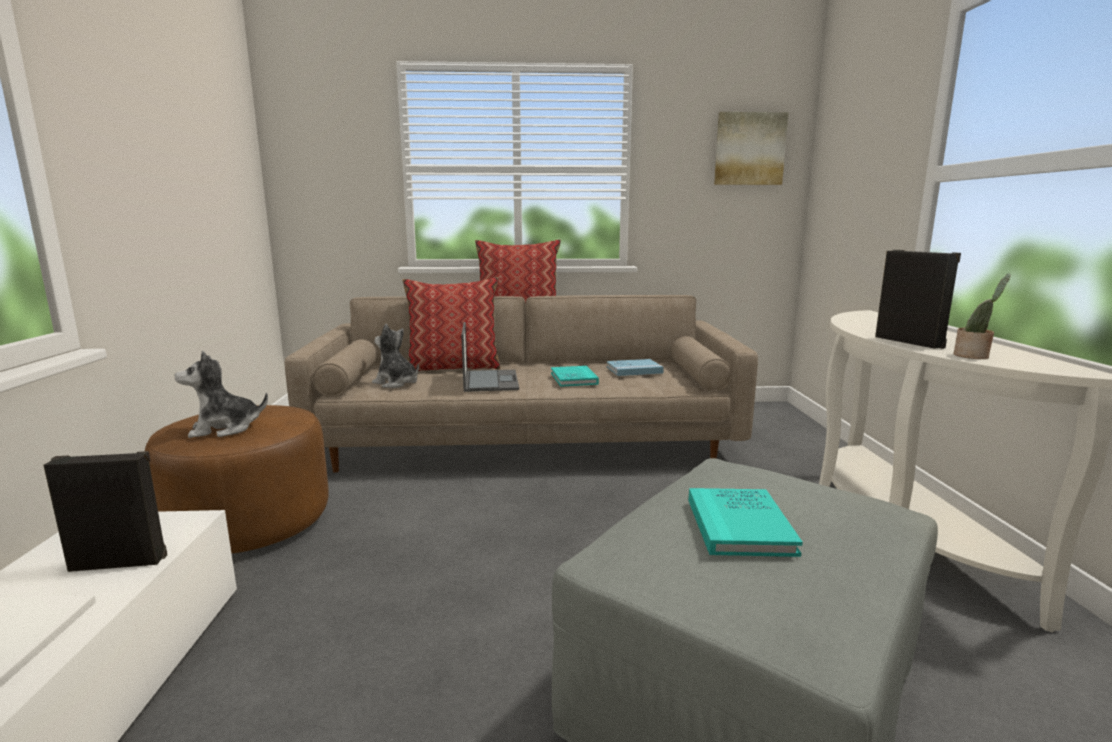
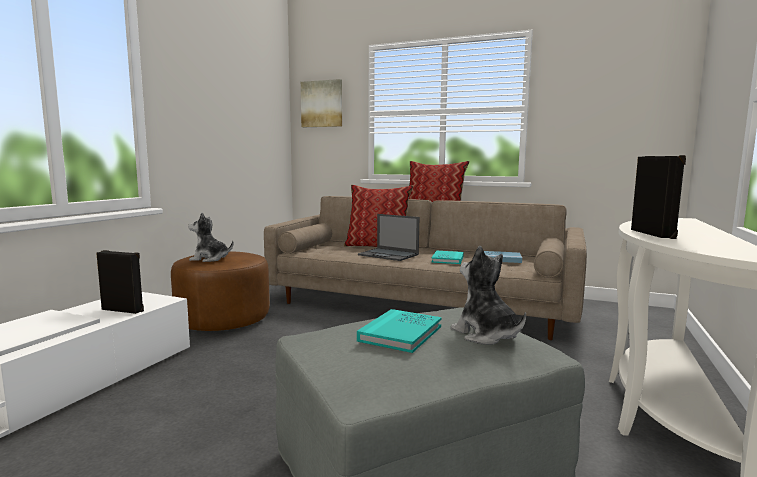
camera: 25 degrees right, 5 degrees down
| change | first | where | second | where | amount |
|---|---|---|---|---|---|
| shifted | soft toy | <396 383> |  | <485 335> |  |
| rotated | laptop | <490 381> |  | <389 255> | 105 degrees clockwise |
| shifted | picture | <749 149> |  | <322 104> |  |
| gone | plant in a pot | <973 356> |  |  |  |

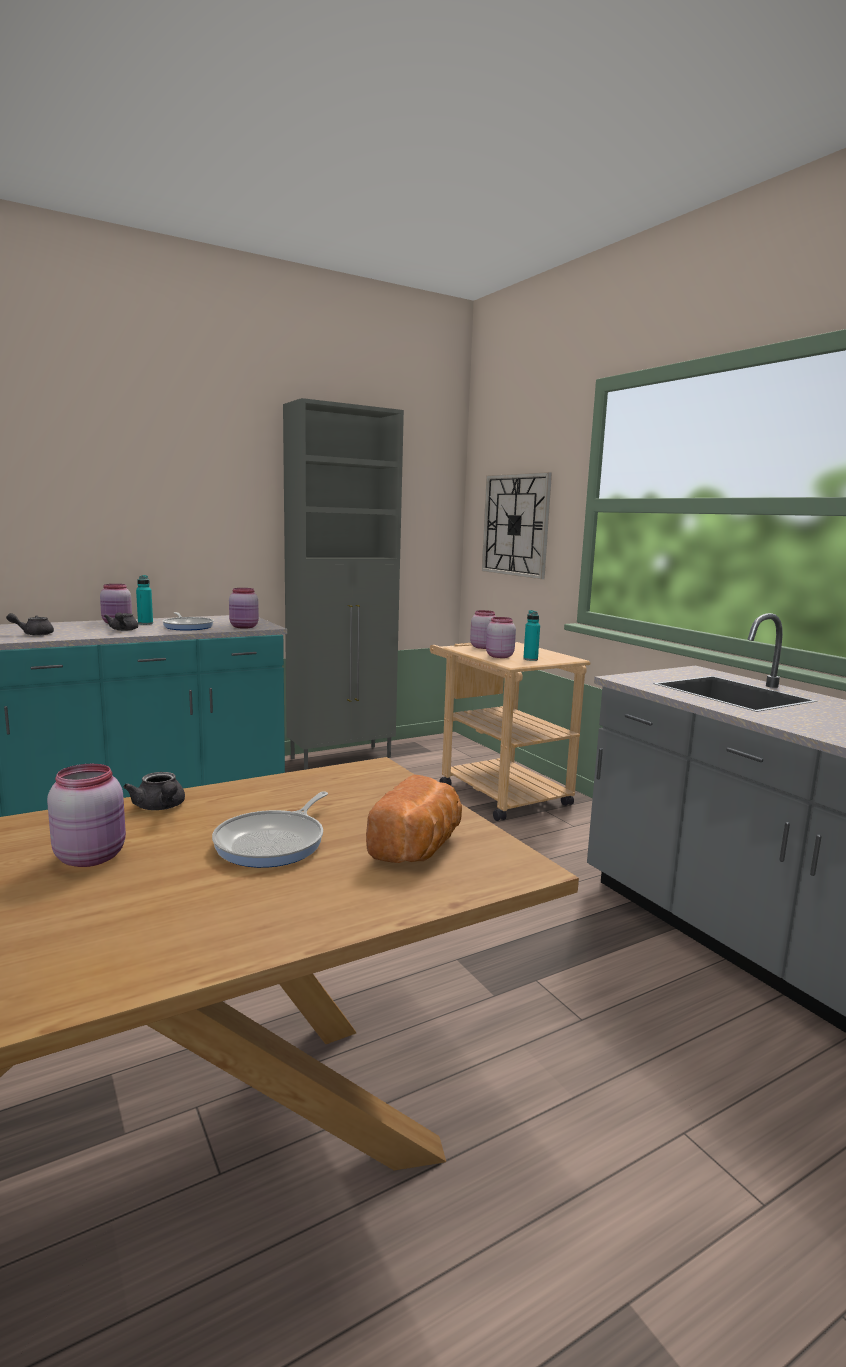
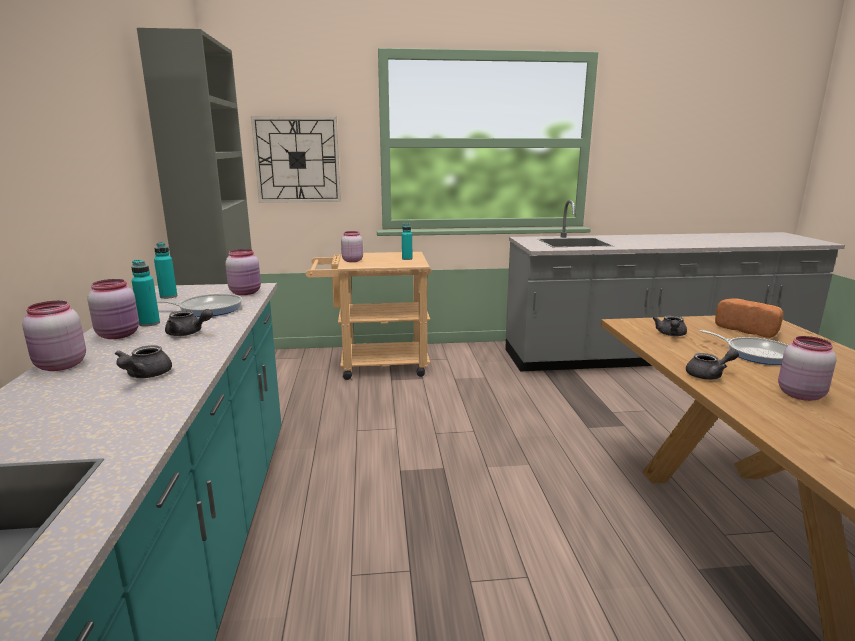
camera: 65 degrees left, 5 degrees up
| change | first | where | second | where | amount |
|---|---|---|---|---|---|
| shifted | preserve jar (pink) | <498 656> |  | <59 366> |  |
| new |  |  | drink bottle (turquoise-coloured) | <168 296> |  |
| new |  |  | teapot (gray) | <670 334> |  |

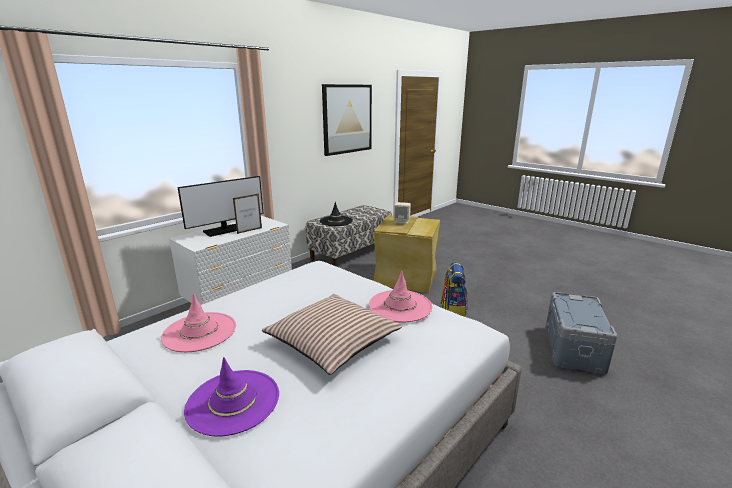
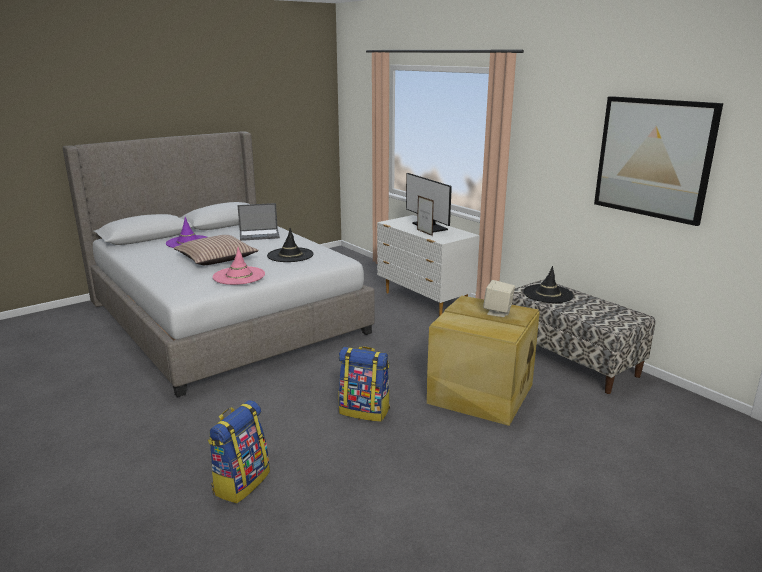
camera: 100 degrees right, 0 degrees up
| change | first | where | second | where | amount |
|---|---|---|---|---|---|
| swapped | clothing hat (pink) | <199 332> | laptop | <260 235> |  |
| swapped | storage bin (gray) | <572 348> | backpack | <241 482> |  |
| new |  |  | clothing hat (black-coloured) | <290 255> |  |

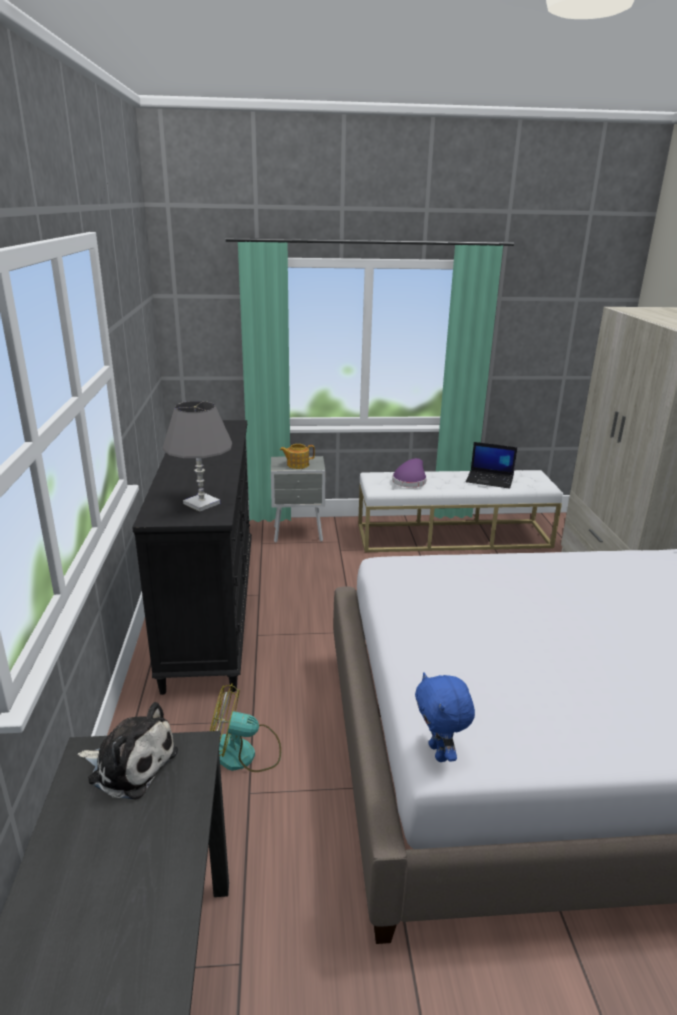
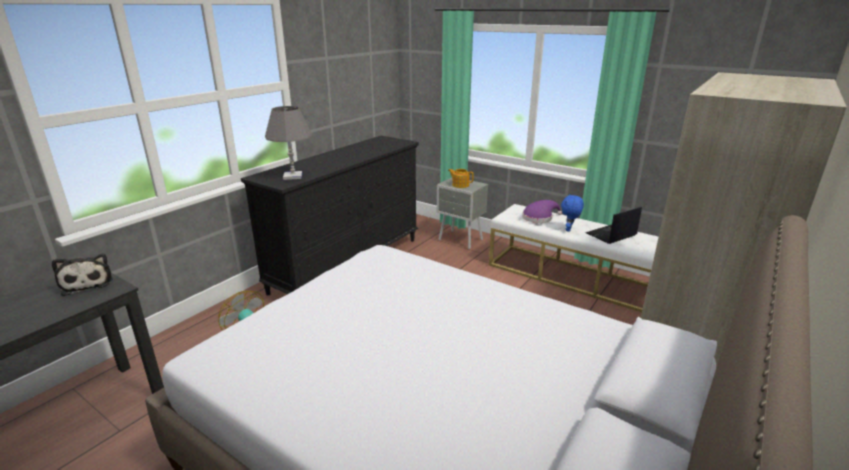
camera: 40 degrees right, 0 degrees up
| change | first | where | second | where | amount |
|---|---|---|---|---|---|
| shifted | soft toy (blue-coloured) | <439 753> |  | <569 230> |  |
| rotated | laptop | <490 479> |  | <611 235> | 90 degrees clockwise |

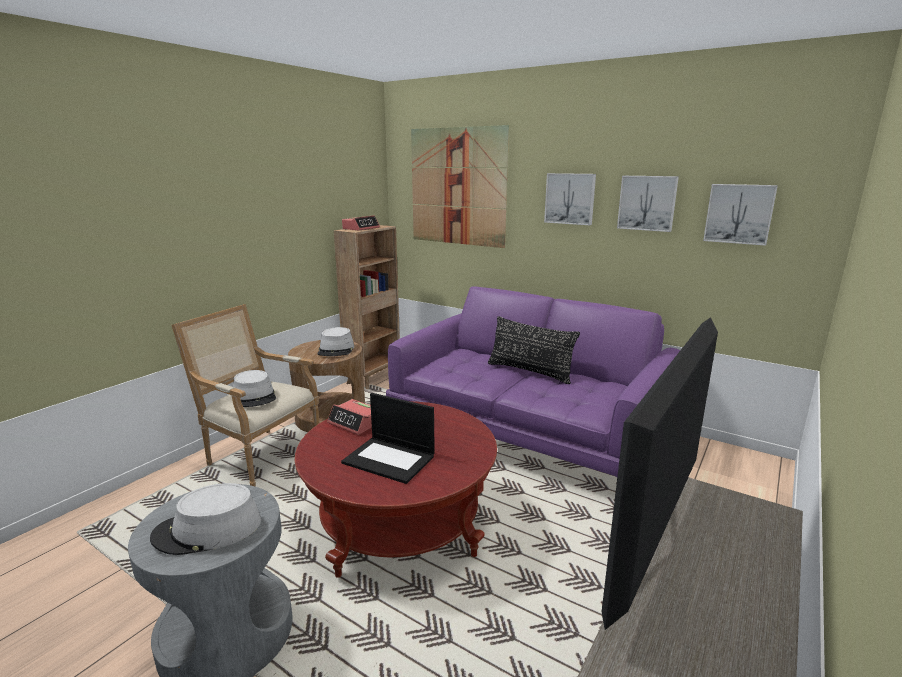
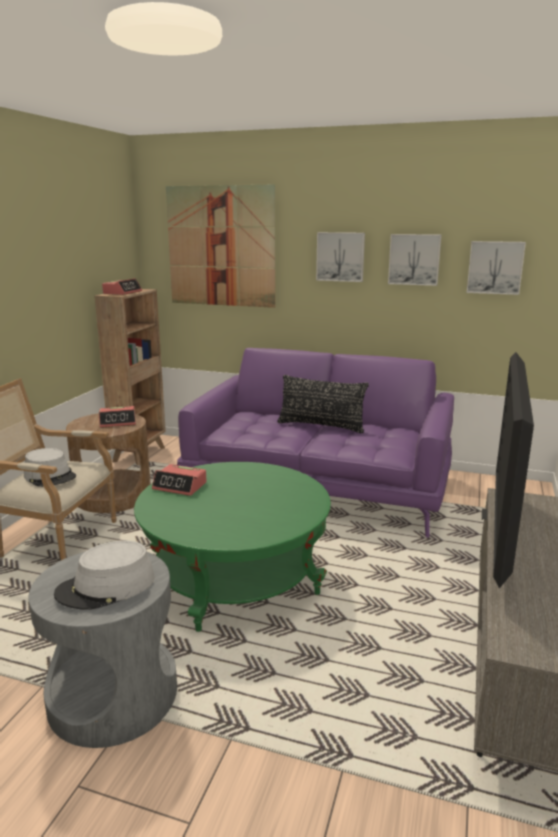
camera: 15 degrees left, 0 degrees up
| change | first | where | second | where | amount |
|---|---|---|---|---|---|
| repainted | low table (red) | <400 522> | low table (green) | <235 578> |  |
| swapped | clothing hat (gray) | <336 349> | table clock | <118 422> |  |
| gone | laptop | <390 459> |  |  |  |

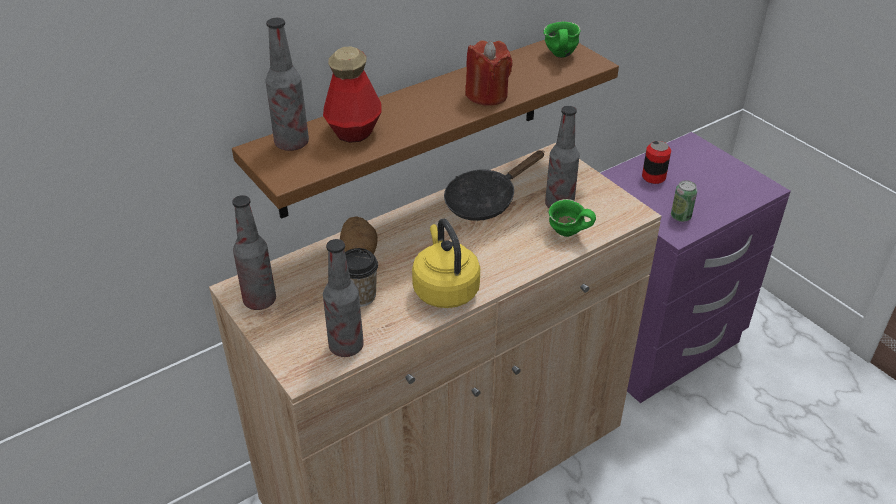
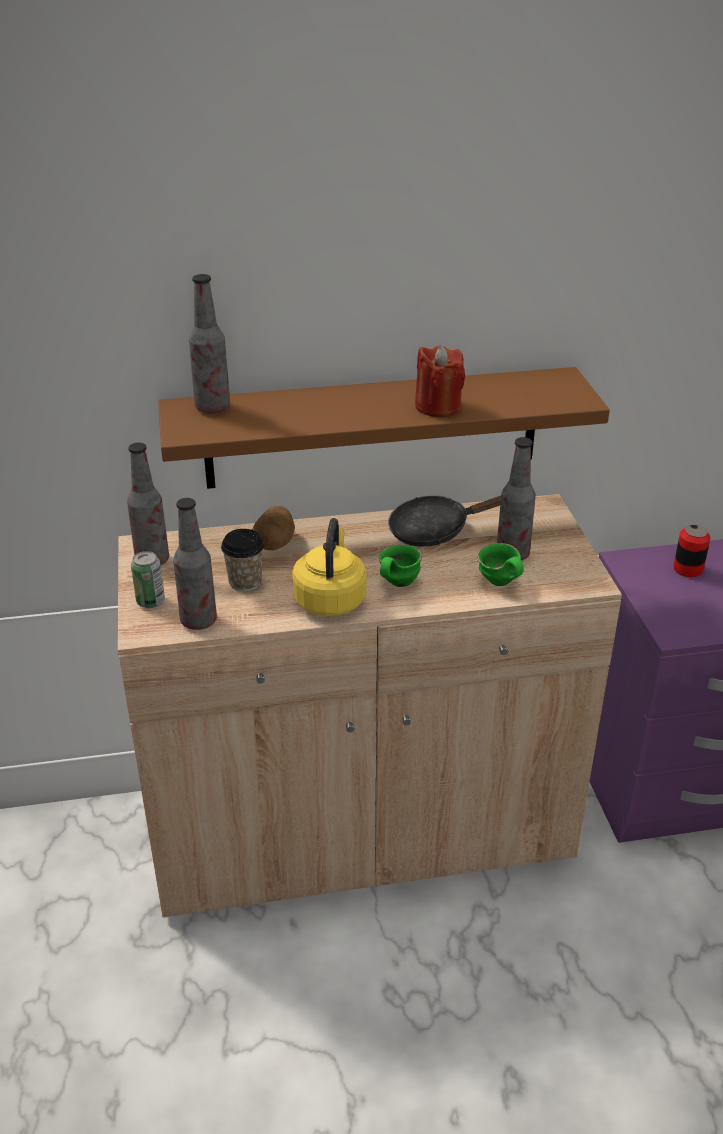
camera: 25 degrees right, 5 degrees down
| change | first | where | second | where | amount |
|---|---|---|---|---|---|
| gone | drink bottle | <354 131> |  |  |  |
| shifted | coffee mug (green) | <558 56> |  | <395 584> |  |
| shifted | can | <680 217> |  | <150 601> |  |

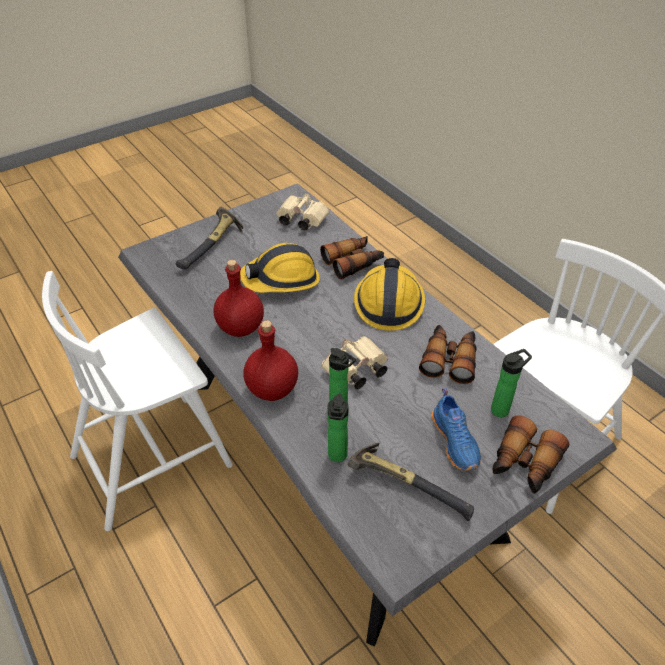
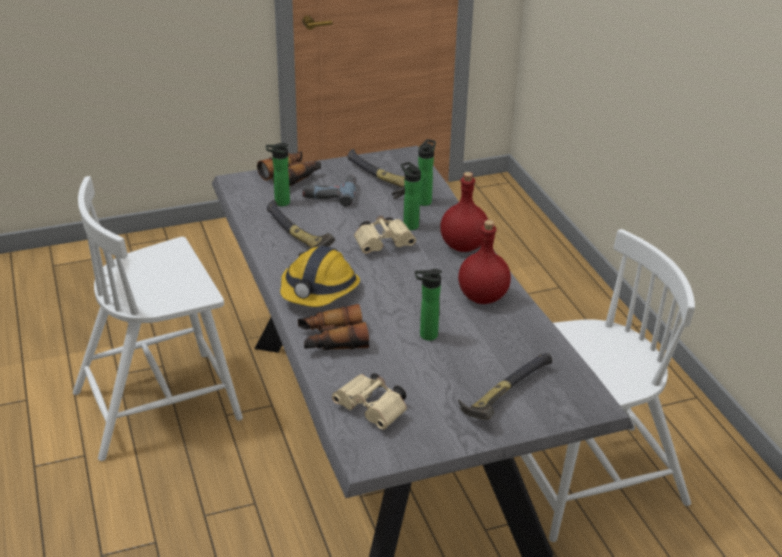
camera: 165 degrees left, 10 degrees down
| change | first | where | second | where | amount |
|---|---|---|---|---|---|
| swapped | work helmet | <281 280> | drink bottle | <425 335> |  |
| swapped | field glasses | <449 359> | hand hammer | <295 238> |  |
| swapped | low shoe (blue-coloured) | <456 441> | drill | <330 194> |  |

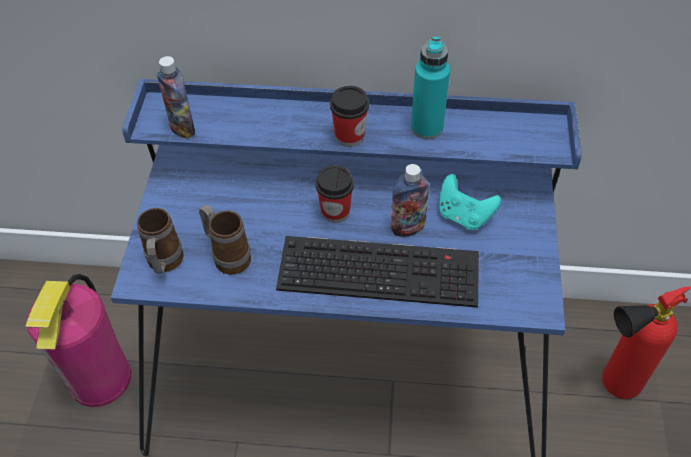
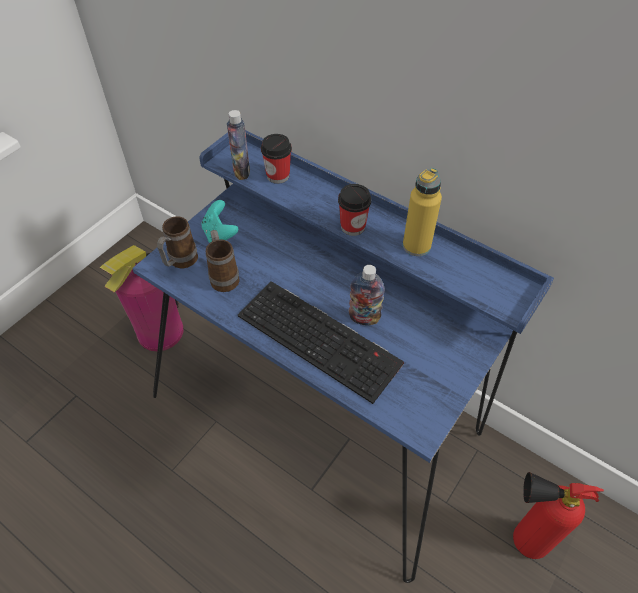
camera: 30 degrees right, 0 degrees up
| change | first | where | second | where | amount |
|---|---|---|---|---|---|
| shifted | small cup | <335 211> |  | <278 176> |  |
| repainted | drink bottle (turquoise-coloured) | <426 128> | drink bottle (yellowish) | <416 246> |  |
| shifted | joypad (turquoise-coloured) | <463 216> |  | <220 235> |  |

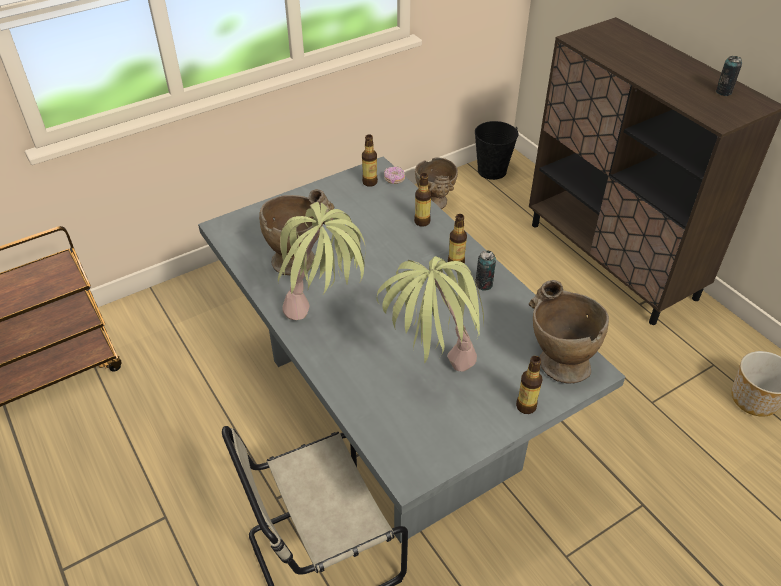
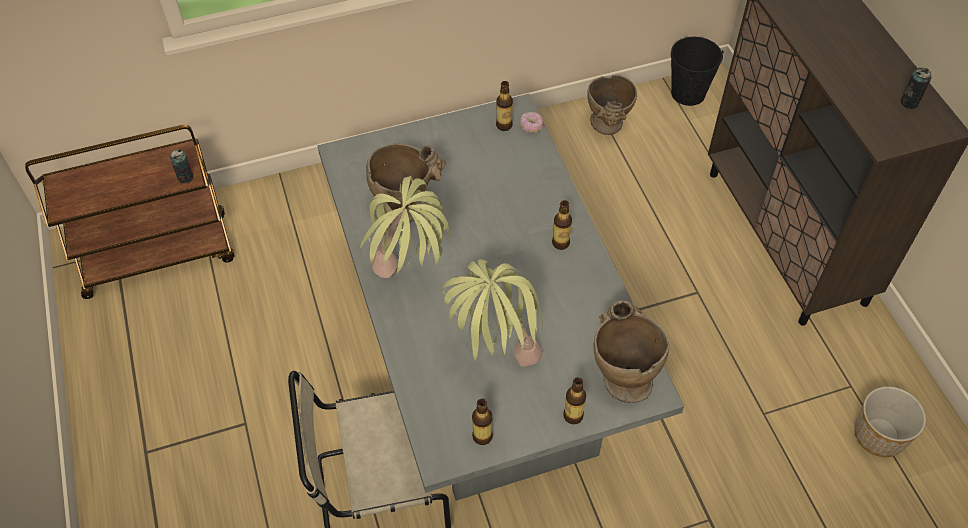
camera: 15 degrees right, 10 degrees up
| change | first | where | second | where | amount |
|---|---|---|---|---|---|
| shifted | drink bottle | <422 222> |  | <482 436> |  |
| shifted | can | <483 284> |  | <185 177> |  |

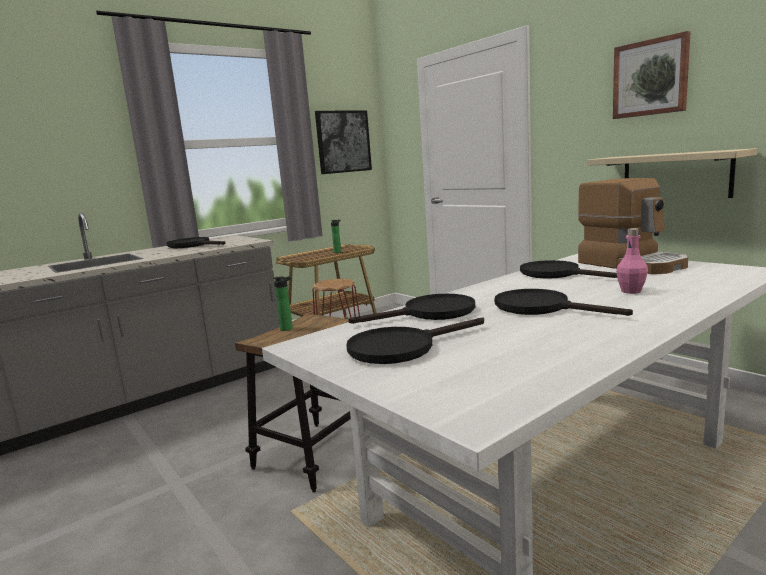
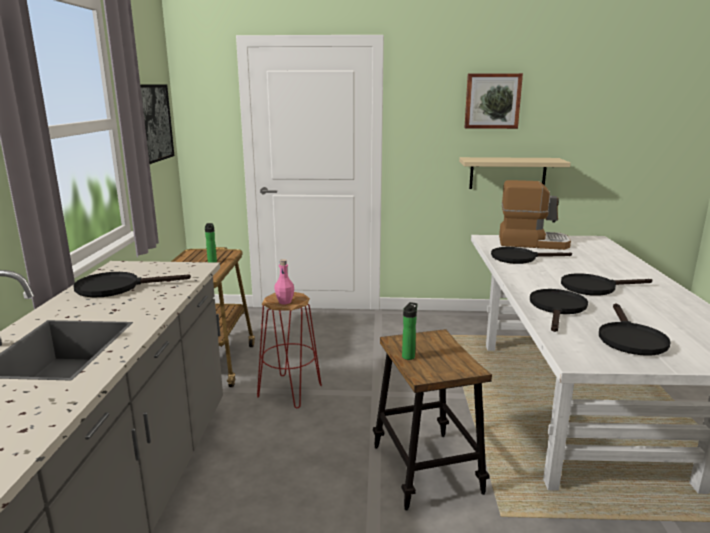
camera: 50 degrees left, 5 degrees up
| change | first | where | second | where | amount |
|---|---|---|---|---|---|
| shifted | drink bottle (pink) | <631 291> |  | <284 302> |  |

